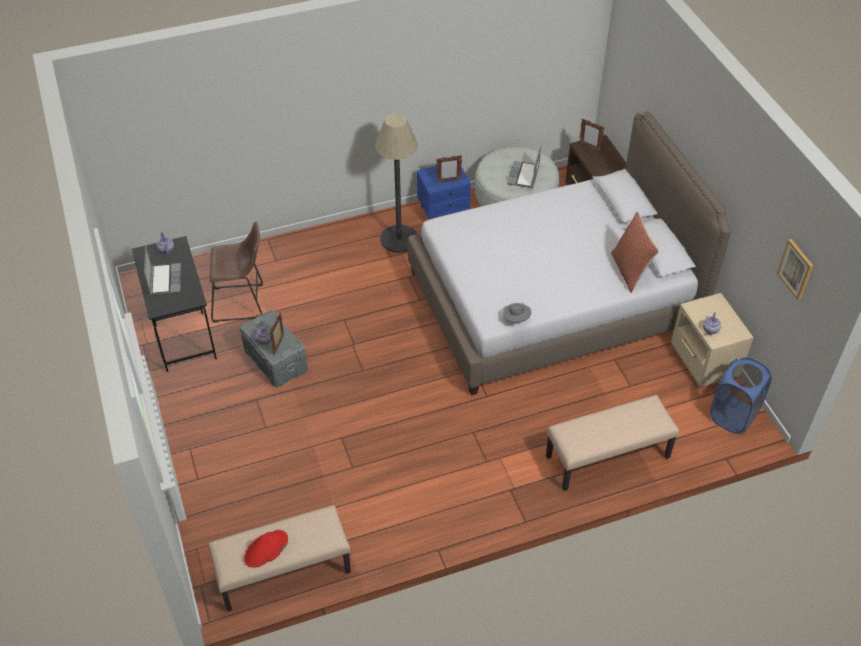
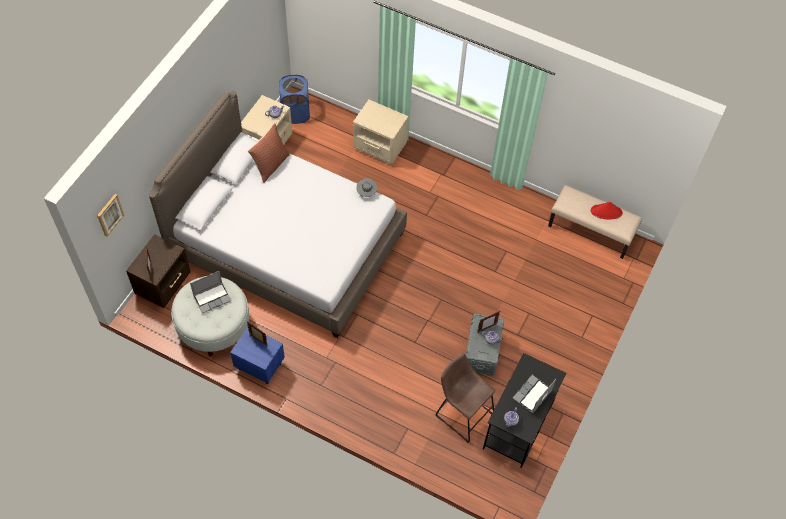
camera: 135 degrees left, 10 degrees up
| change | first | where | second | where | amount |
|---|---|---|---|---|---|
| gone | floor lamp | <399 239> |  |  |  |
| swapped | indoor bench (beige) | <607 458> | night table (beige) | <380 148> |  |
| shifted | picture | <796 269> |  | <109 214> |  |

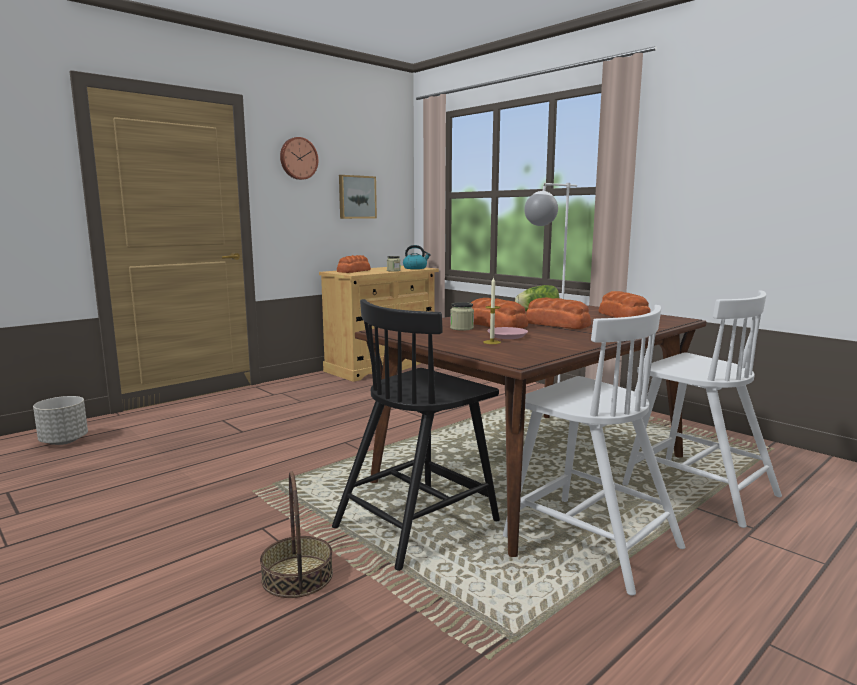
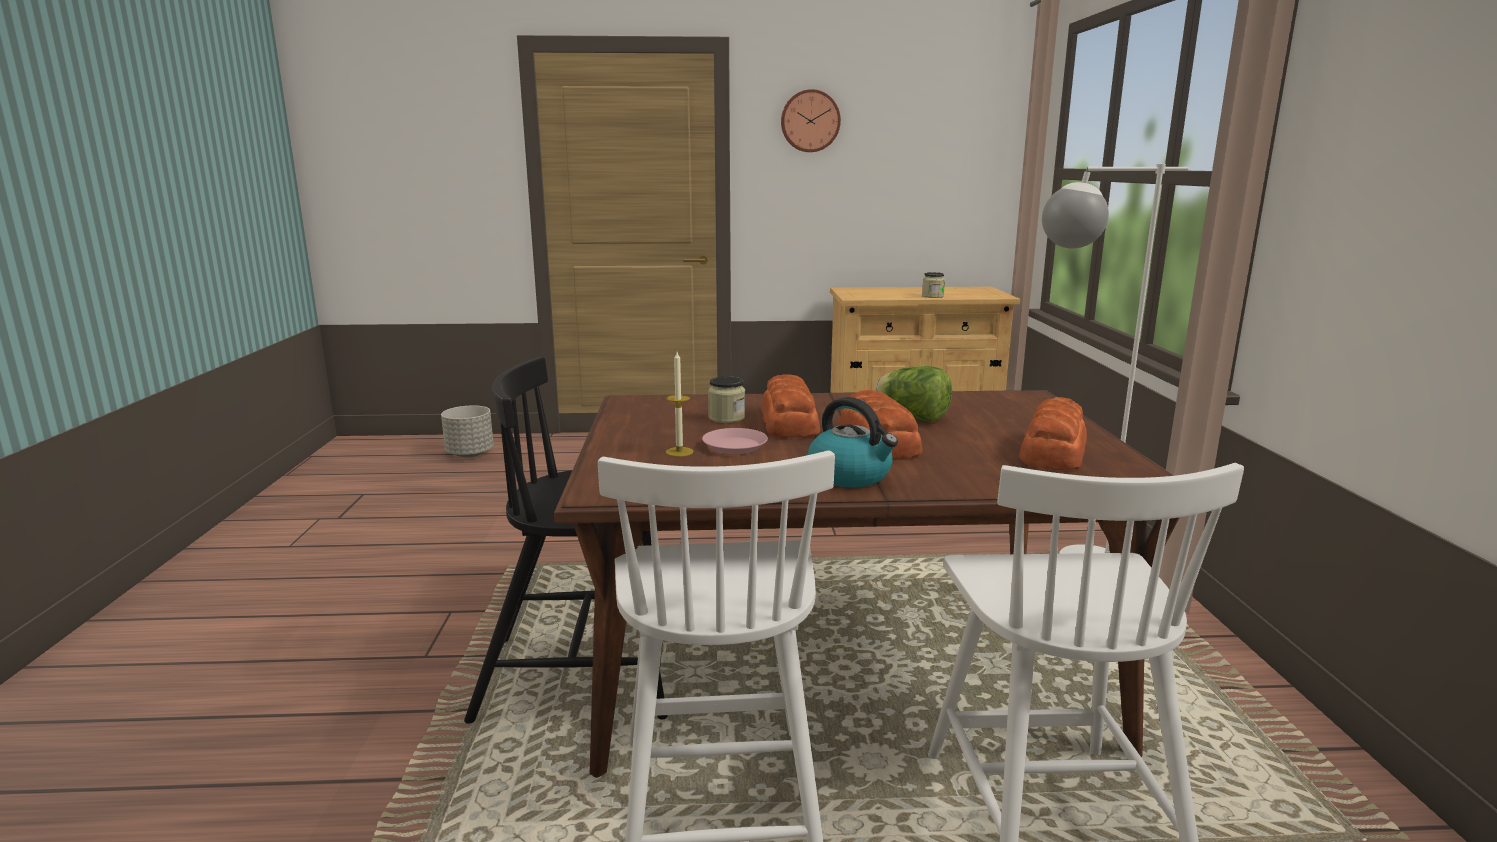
camera: 40 degrees right, 5 degrees up
| change | first | where | second | where | amount |
|---|---|---|---|---|---|
| gone | storage basket | <297 576> |  |  |  |
| gone | baked bread | <353 271> |  |  |  |
| gone | picture | <356 197> |  |  |  |
| shifted | tea kettle | <415 268> |  | <851 476> |  |

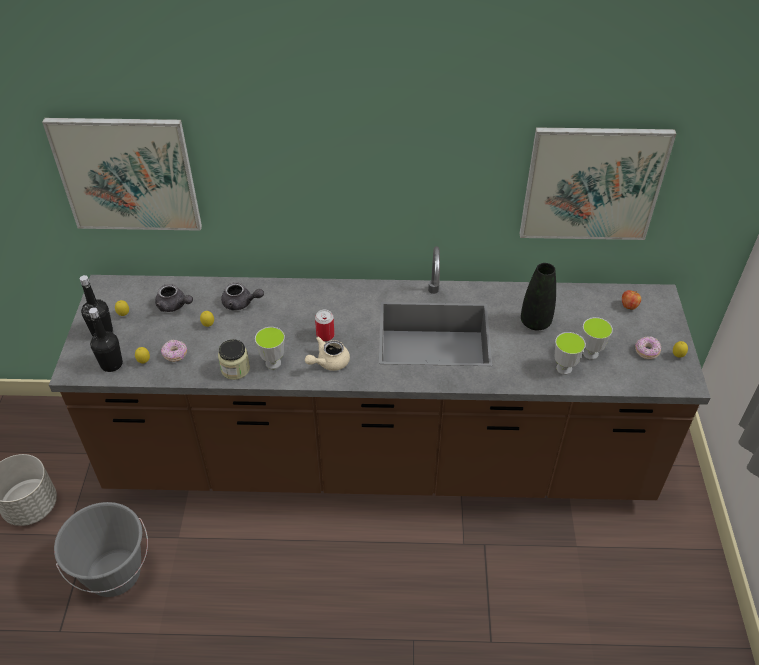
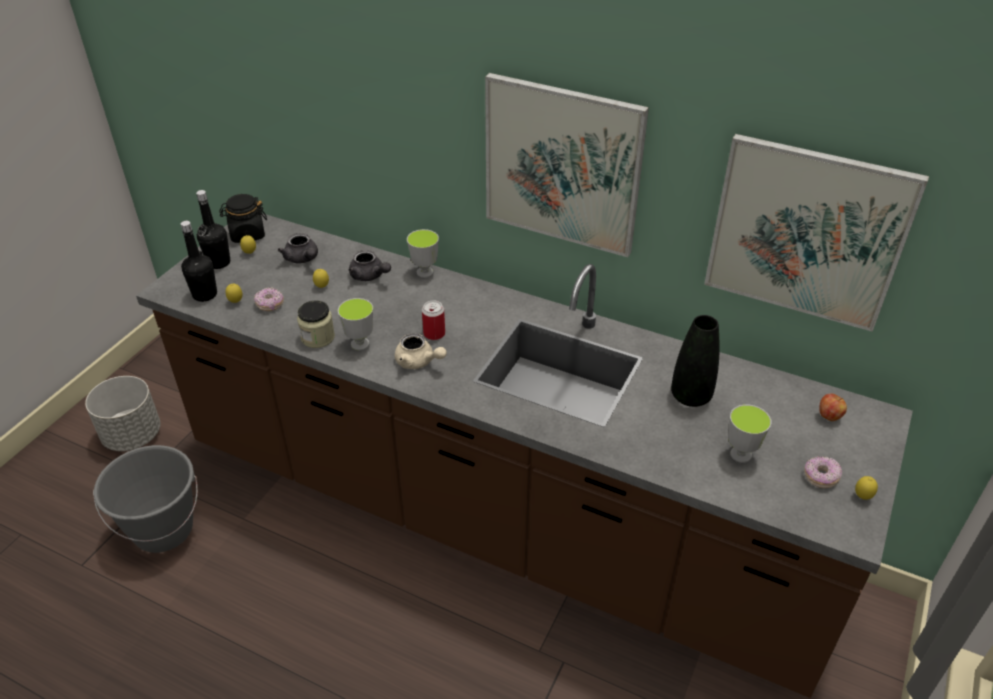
camera: 25 degrees right, 5 degrees down
| change | first | where | second | where | amount |
|---|---|---|---|---|---|
| shifted | picture | <127 174> |  | <562 165> |  |
| rotated | teapot (beige) | <328 362> |  | <418 362> | 135 degrees counterclockwise |
| shifted | small cup | <564 368> |  | <425 272> |  |
| new |  |  | preserve jar (black-coloured) | <247 234> |  |

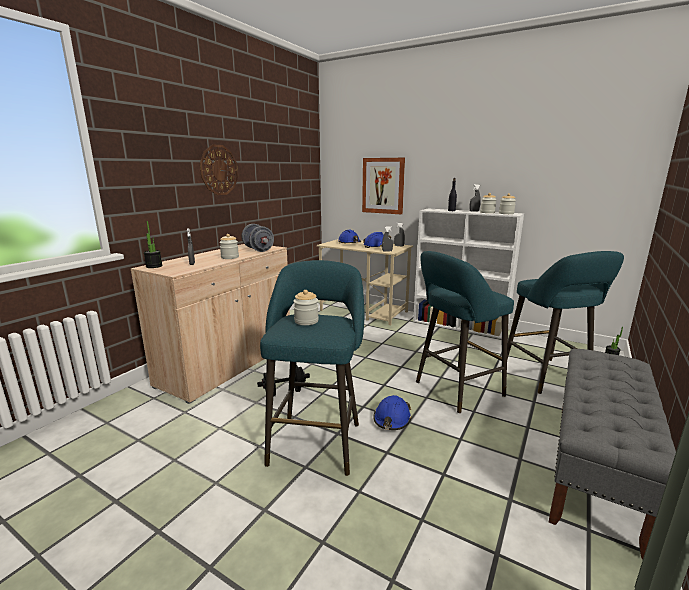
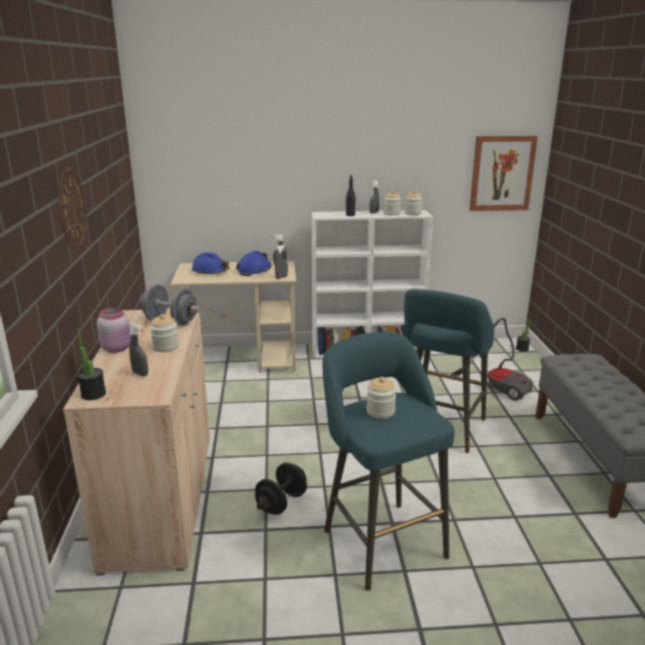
camera: 35 degrees left, 5 degrees up
| change | first | where | second | where | amount |
|---|---|---|---|---|---|
| shifted | picture | <383 186> |  | <502 173> |  |
| gone | work helmet (blue-coloured) | <392 420> |  |  |  |
| swapped | sitting stool (turquoise-coloured) | <548 377> | hoover | <497 386> |  |
| new |  |  | preserve jar (pink) | <117 348> |  |

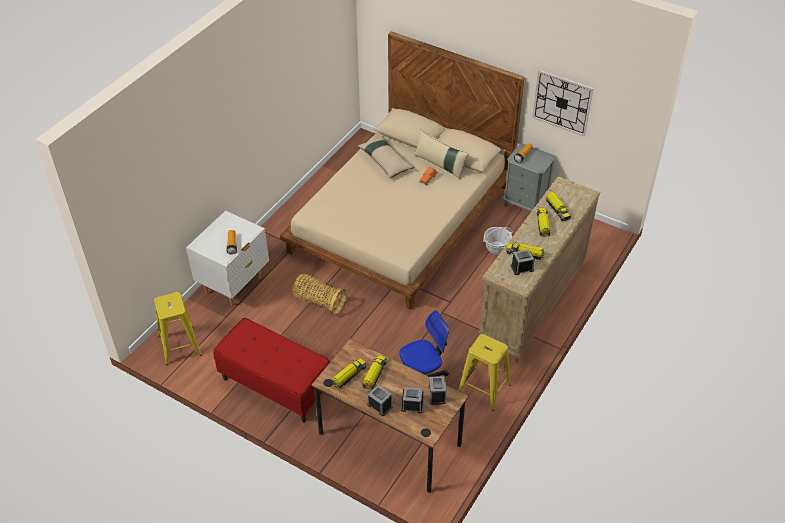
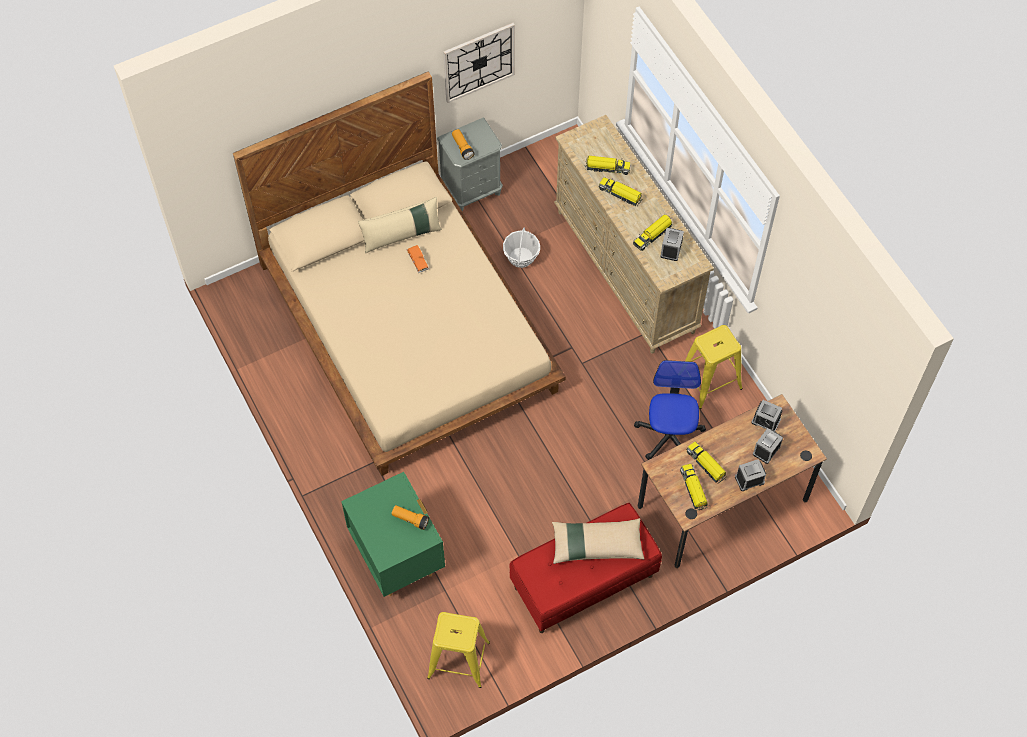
camera: 60 degrees left, 15 degrees up
| change | first | where | second | where | amount |
|---|---|---|---|---|---|
| repainted | night table (white-coloured) | <234 285> | night table (green) | <397 558> |  |
| gone | storage basket | <319 301> |  |  |  |
| shifted | pillow (beige) | <385 161> |  | <596 544> |  |

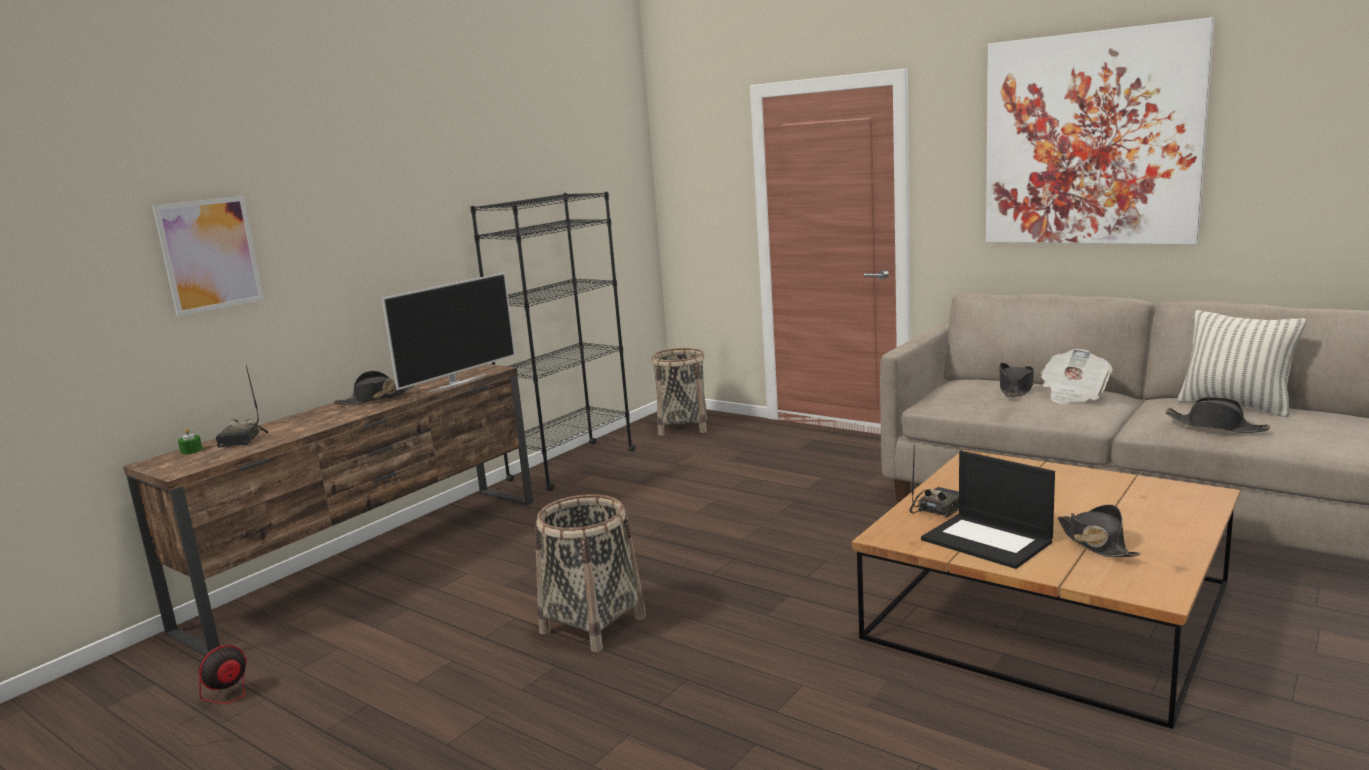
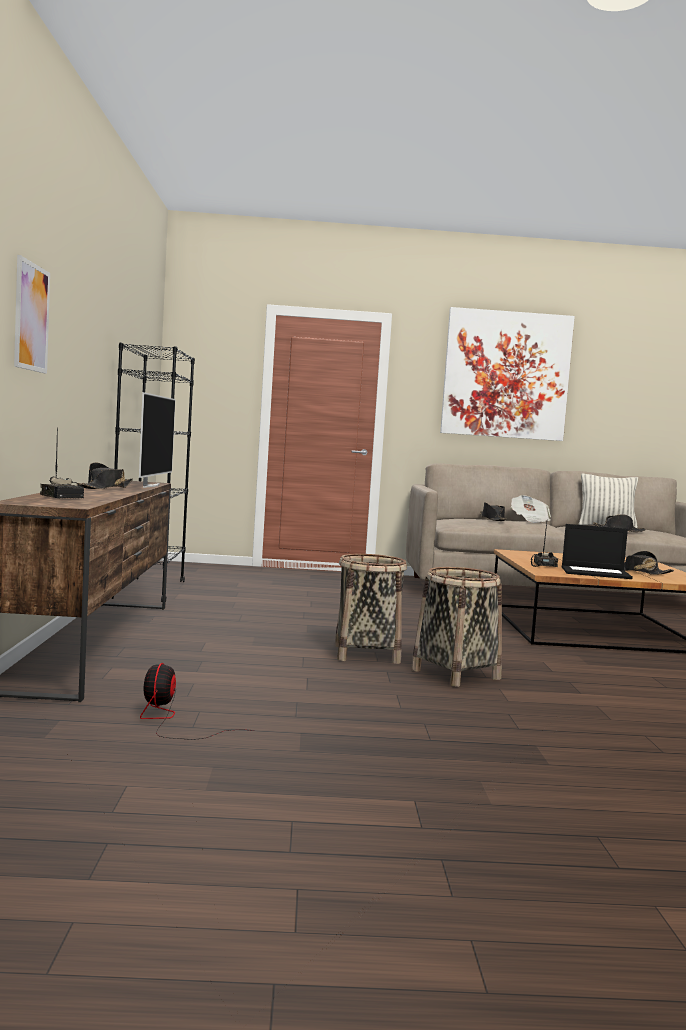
camera: 40 degrees left, 10 degrees down
| change | first | where | second | where | amount |
|---|---|---|---|---|---|
| gone | wax candle (green) | <191 450> |  |  |  |
| shifted | storage basket | <683 426> |  | <456 674> |  |

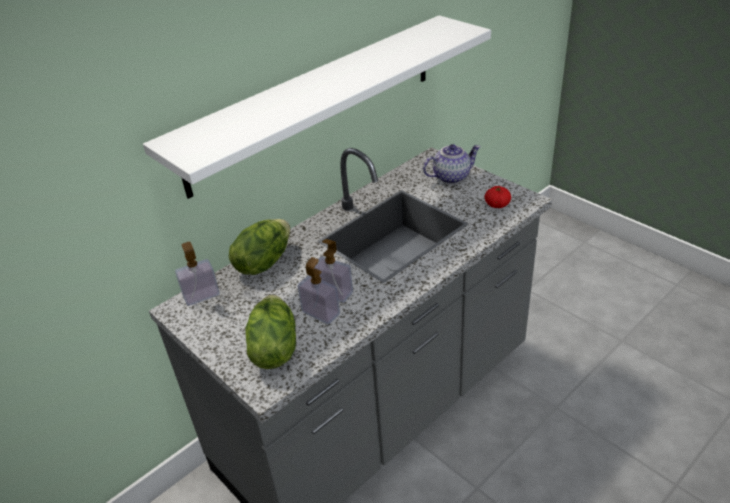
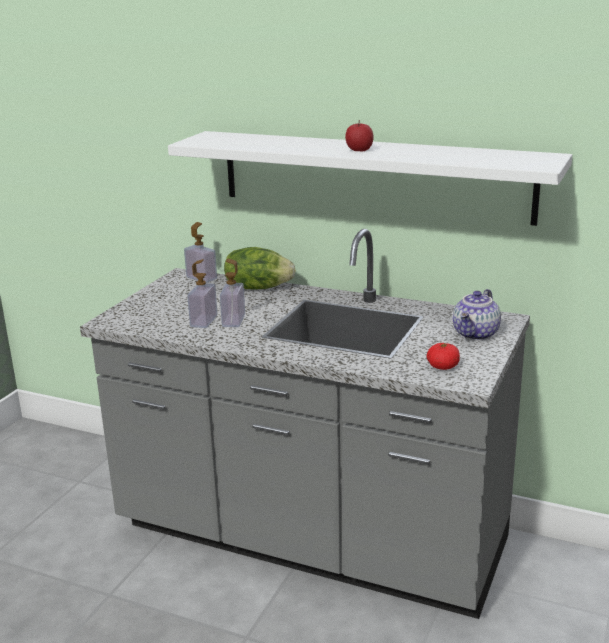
camera: 65 degrees right, 15 degrees down
| change | first | where | second | where | amount |
|---|---|---|---|---|---|
| gone | lettuce head | <273 348> |  |  |  |
| rotated | teapot | <451 176> |  | <476 334> | 75 degrees clockwise |
| new |  |  | apple fruit | <359 150> |  |

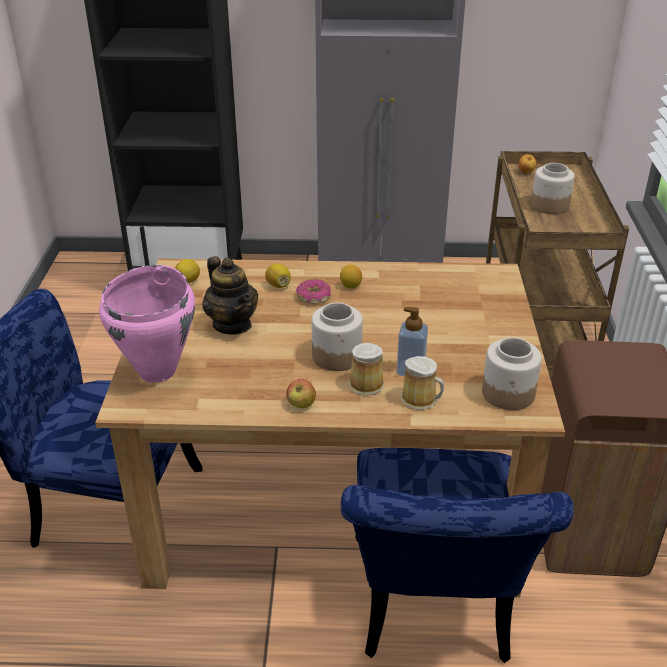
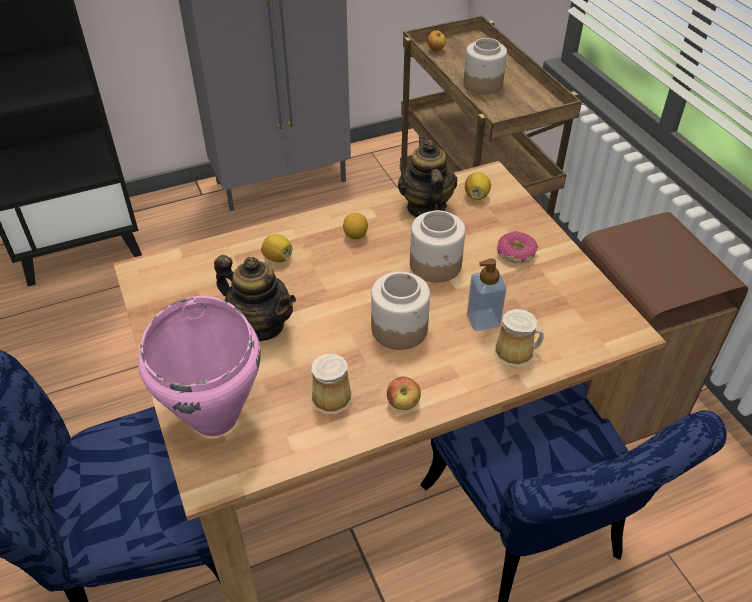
camera: 25 degrees left, 10 degrees up
| change | first | where | second | where | amount |
|---|---|---|---|---|---|
| shifted | lemon | <188 281> |  | <476 195> |  |
| shifted | ring doughnut | <313 297> |  | <516 253> |  |
| shifted | coffee mug | <368 383> |  | <332 396> |  |
| shifted | preserve jar | <508 394> |  | <436 265> |  |
| new |  |  | teapot | <425 207> |  |

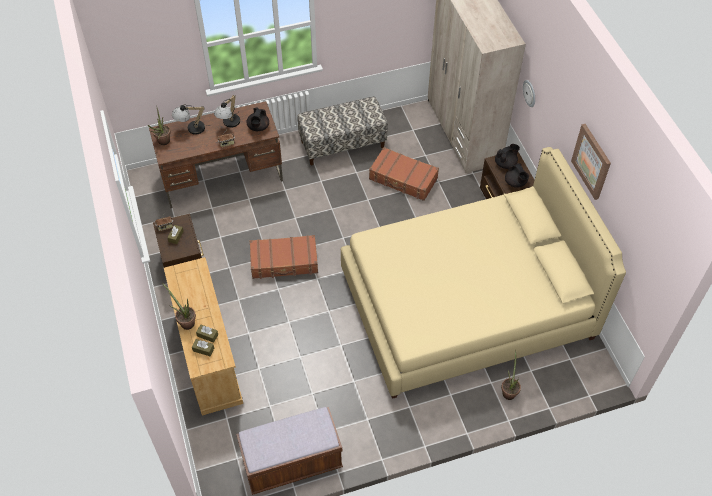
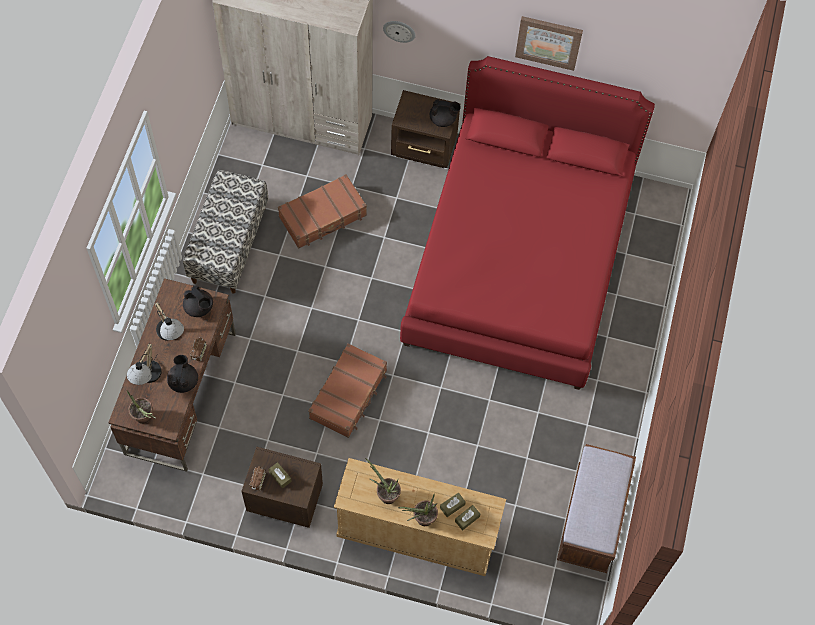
camera: 60 degrees left, 10 degrees up
| change | first | where | second | where | amount |
|---|---|---|---|---|---|
| repainted | sleeping bed (beige) | <466 305> | sleeping bed (red) | <519 260> |  |
| shifted | teapot (black-coloured) | <505 163> |  | <183 381> |  |
| shifted | plant in a pot | <509 391> |  | <385 493> |  |

